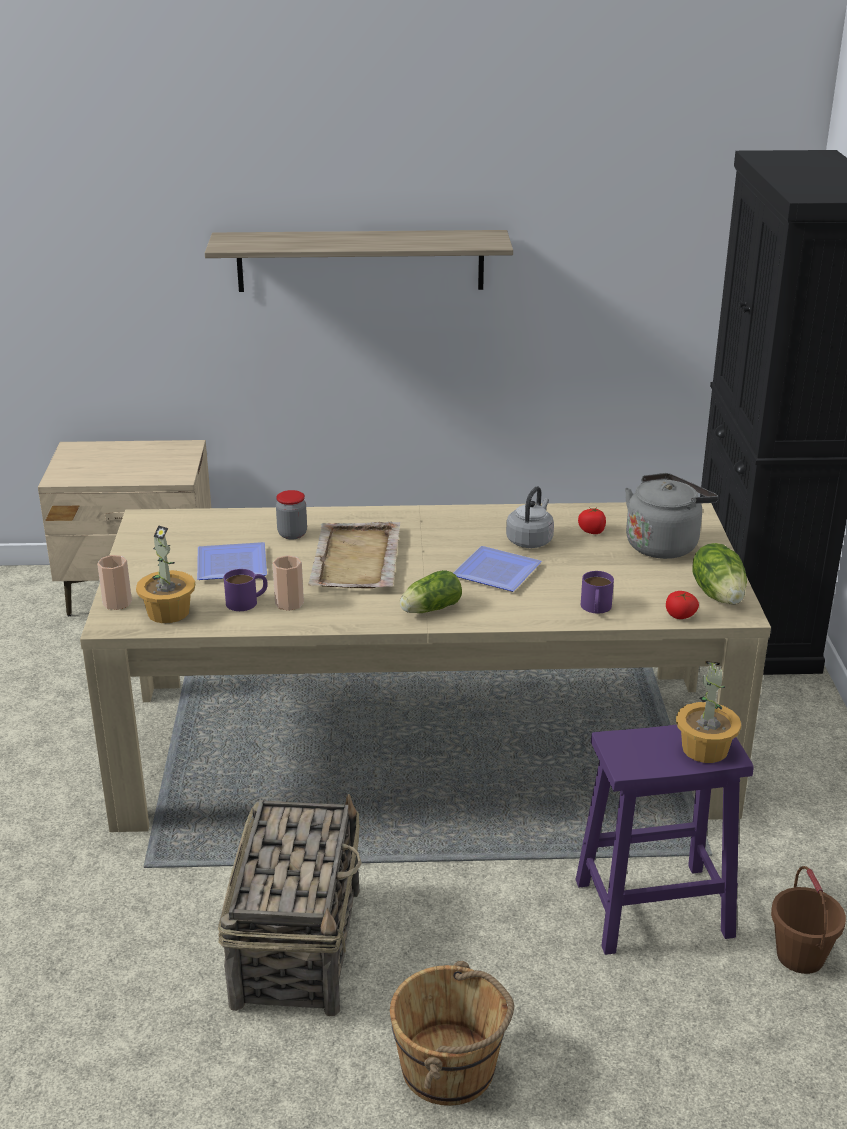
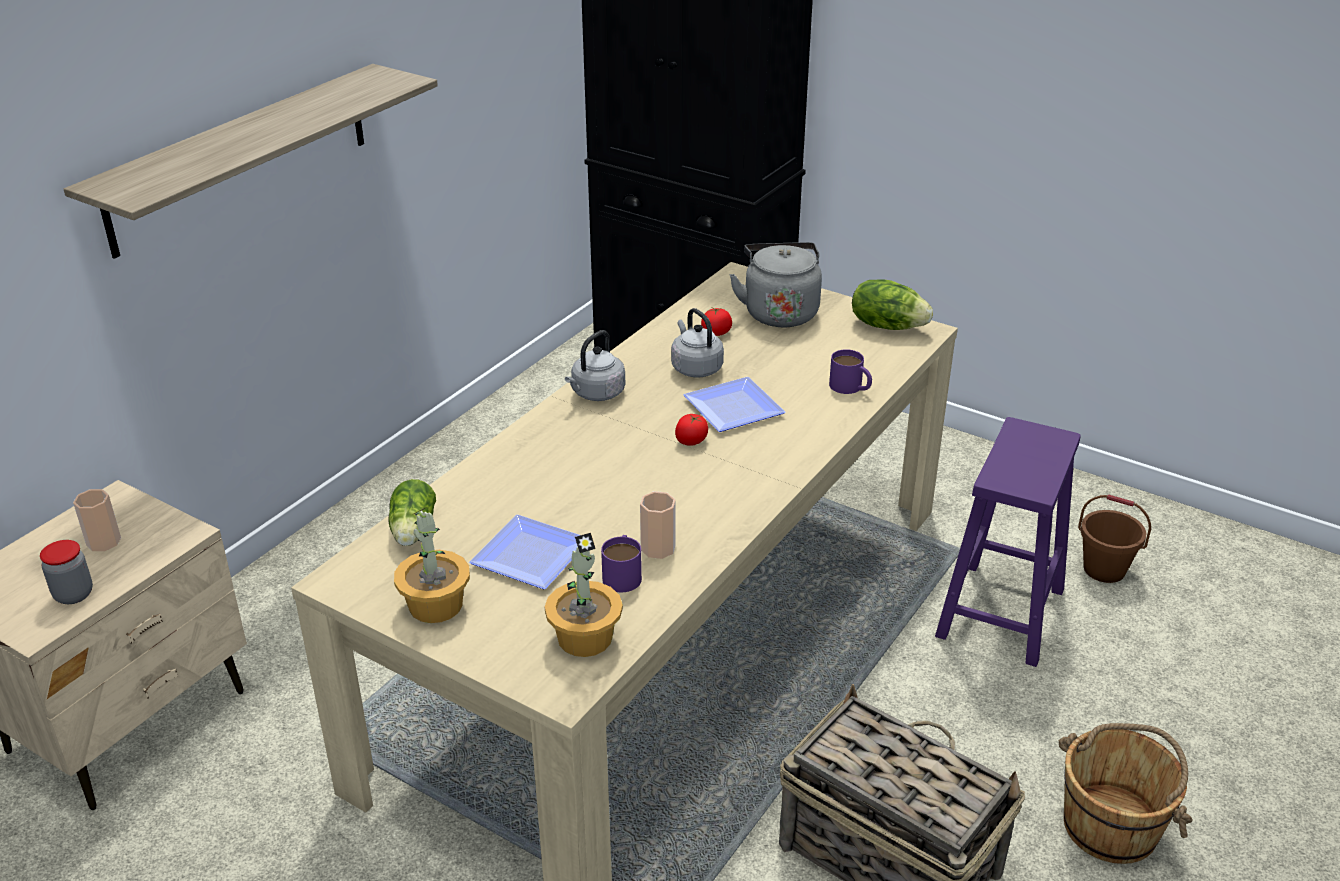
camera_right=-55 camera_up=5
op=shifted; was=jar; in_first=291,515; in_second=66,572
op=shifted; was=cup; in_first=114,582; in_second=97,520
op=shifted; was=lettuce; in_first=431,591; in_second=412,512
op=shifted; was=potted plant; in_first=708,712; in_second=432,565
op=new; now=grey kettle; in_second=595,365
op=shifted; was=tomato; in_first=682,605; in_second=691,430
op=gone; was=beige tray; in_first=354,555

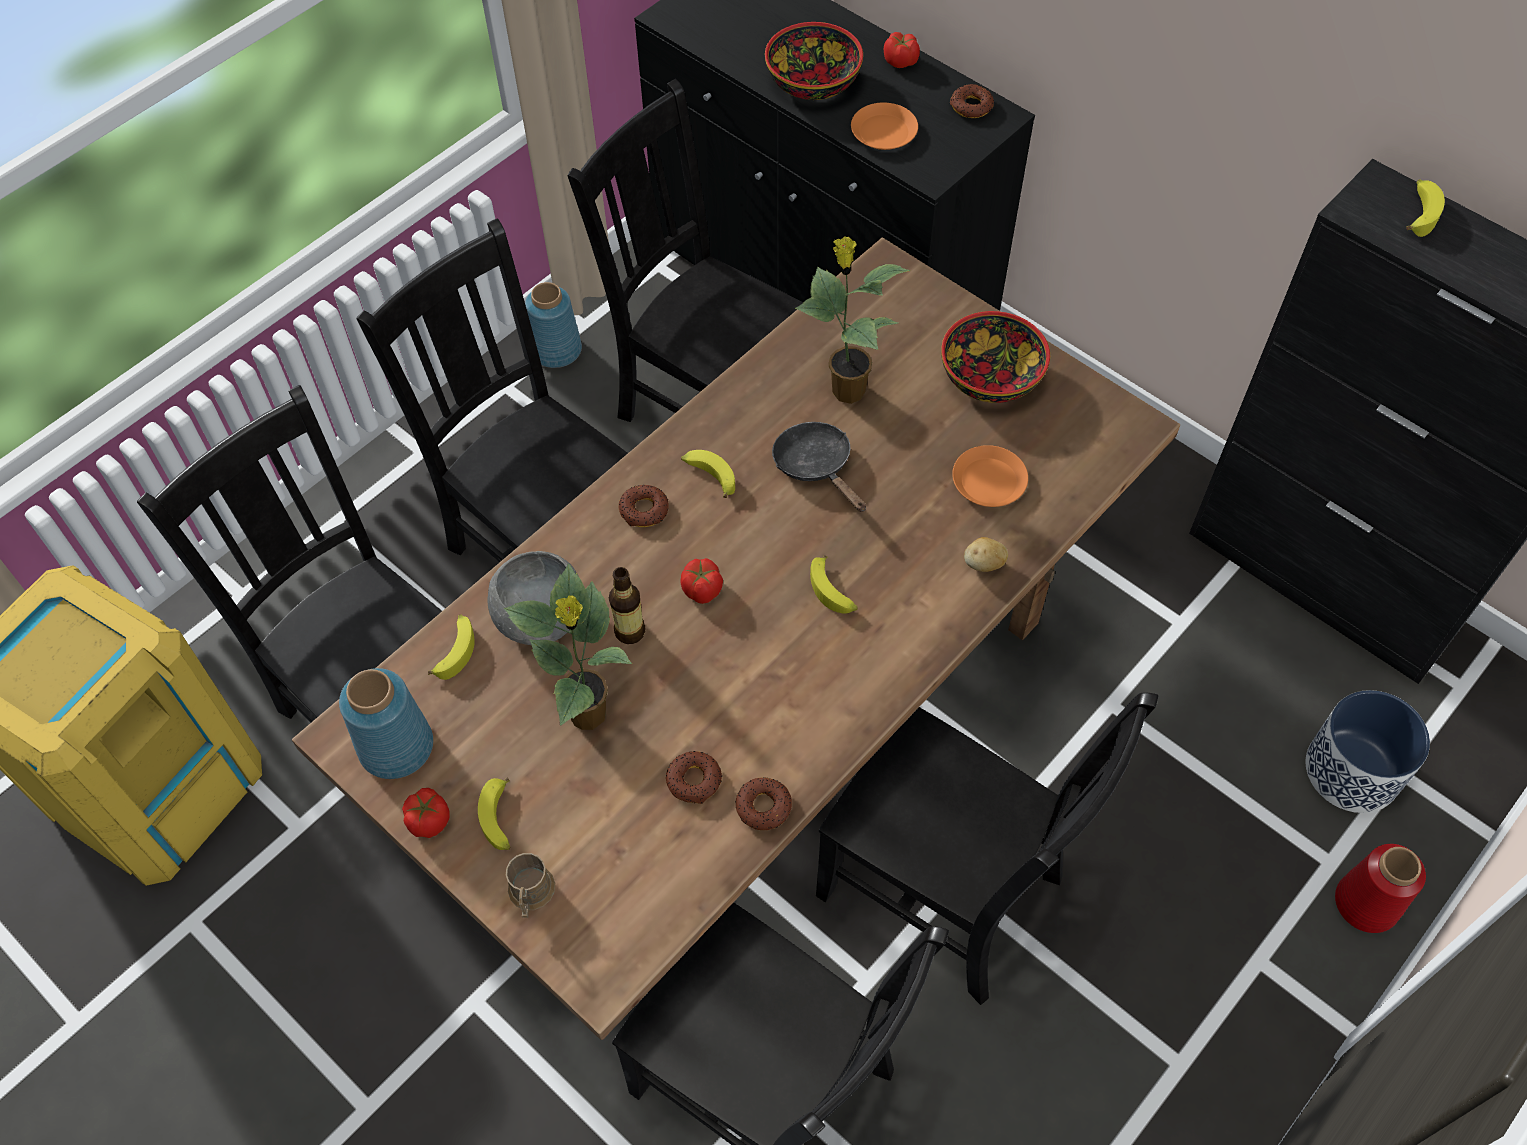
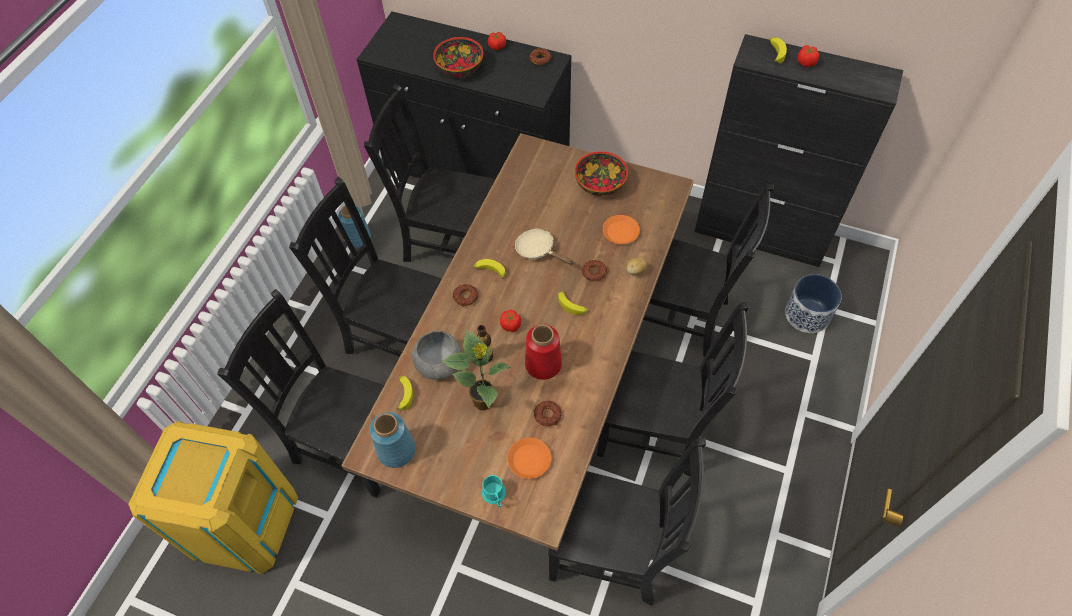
camera_right=-20 camera_up=0
op=repainted; was=brown mug; now=turquoise mug; in_first=530,885; in_second=494,491
op=shifted; was=orange plate; in_first=884,126; in_second=529,458
op=repainted; was=black frying pan; now=beige frying pan; in_first=819,467; in_second=544,247
op=shifted; was=red vase; in_first=1380,888; in_second=543,352
op=shifted; was=donut; in_first=763,803; in_second=594,270
op=new; now=black chair; in_second=708,270
op=shifted; was=tomato; in_first=426,813; in_second=808,56
op=gone; was=banana; in_first=494,814
op=gone; was=potted plant; in_first=853,320

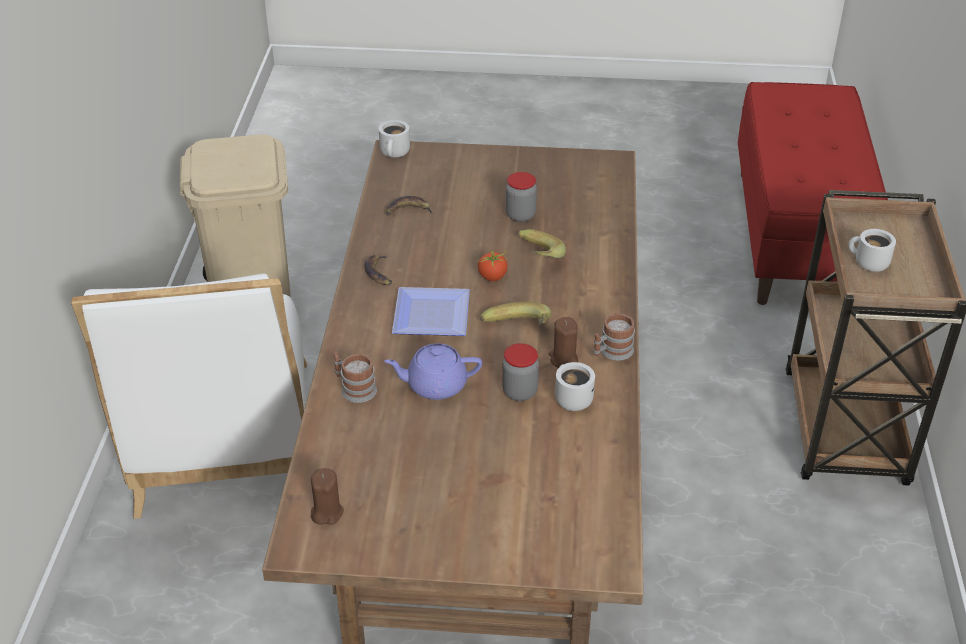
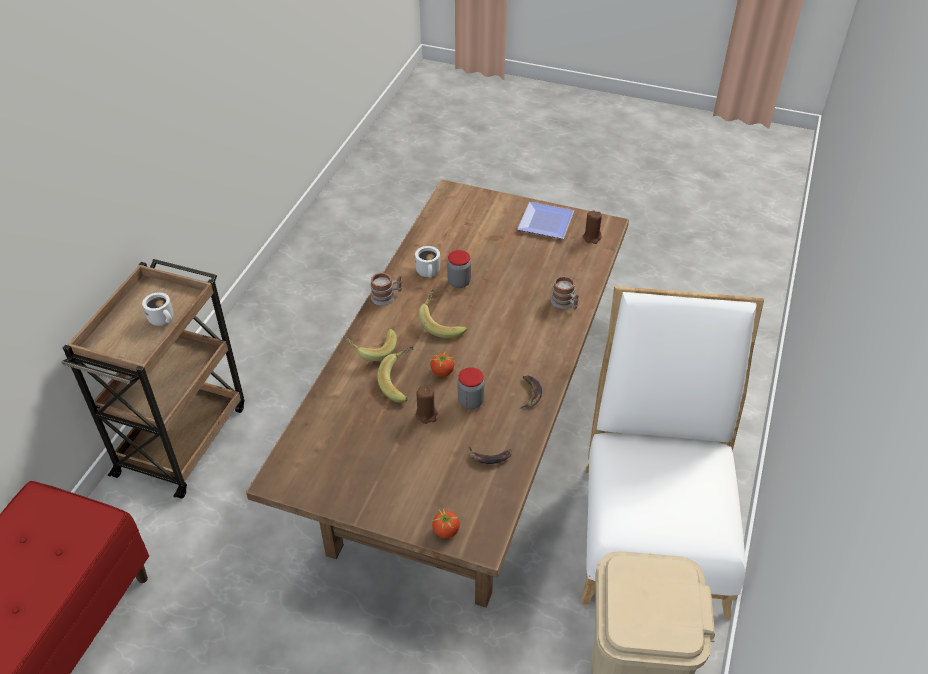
camera_right=-165 camera_up=5
op=new; now=banana; in_second=370,345
op=shifted; was=brown candle; in_first=563,342; in_second=427,405
op=new; now=tomato; in_second=446,524
op=shifted; was=jar; in_first=521,197; in_second=471,388
op=shifted; was=plate; in_first=431,311; in_second=545,220
op=gone; was=white mug; in_first=394,138
op=gone; was=purple teapot; in_first=433,371

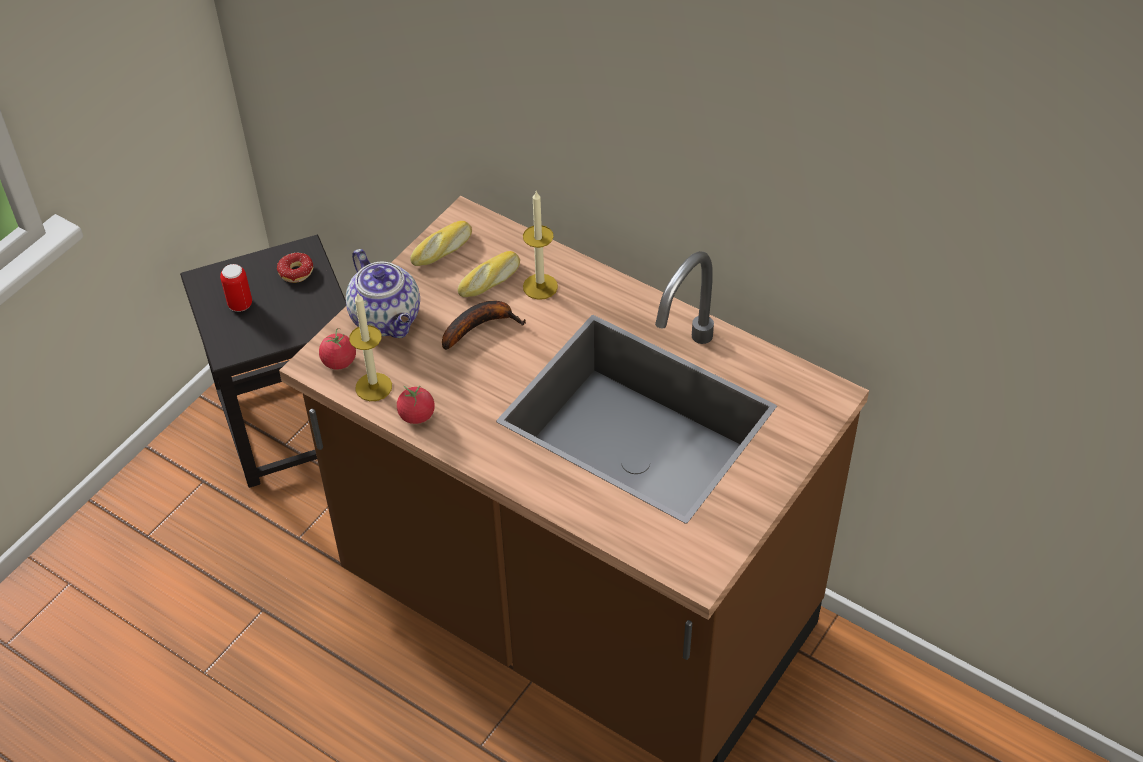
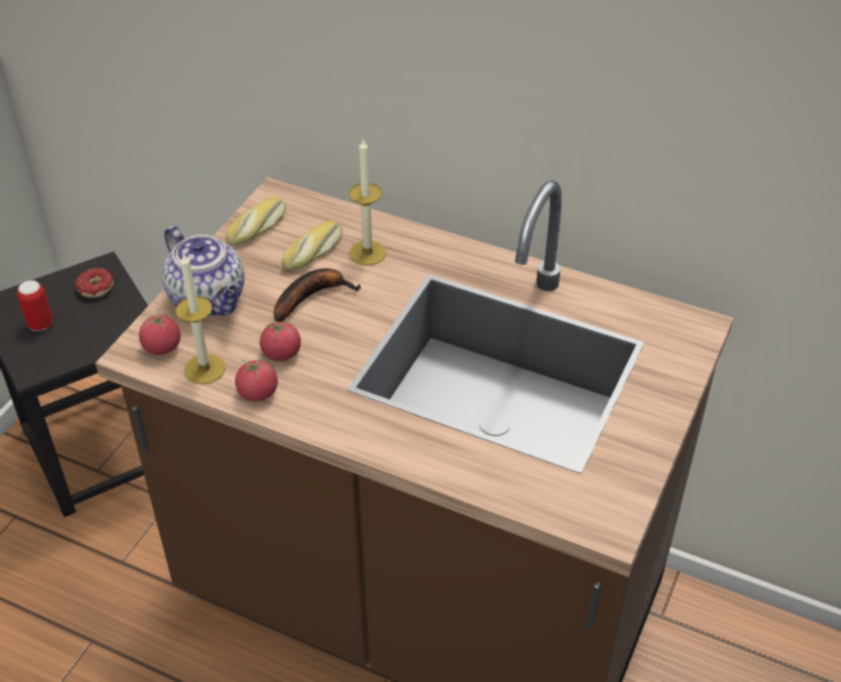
camera_right=-10 camera_up=-5
op=new; now=tomato; in_second=280,339

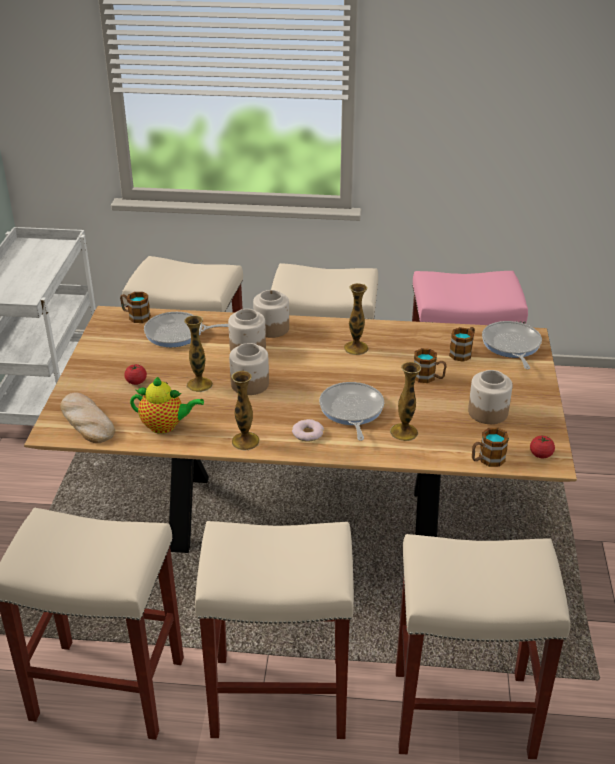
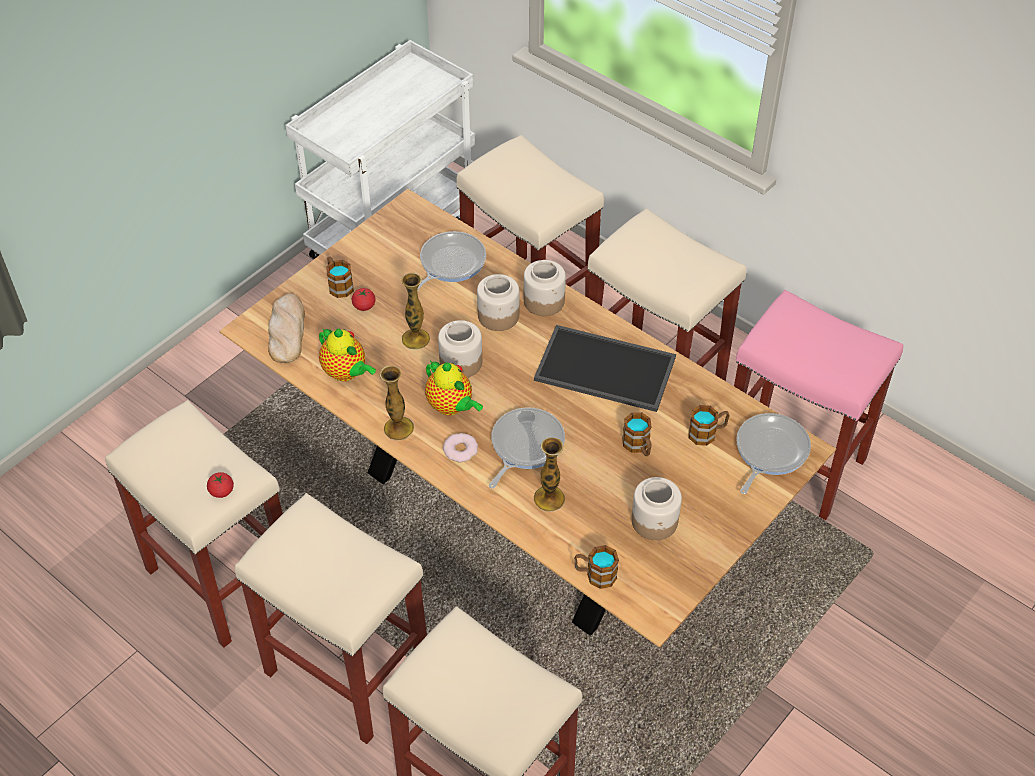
camera_right=35 camera_up=15
op=shifted; was=tomato; in_first=542,447; in_second=220,485
op=shifted; was=mug; in_first=135,307; in_second=340,277
op=rotated; was=frying pan; in_first=186,329; in_second=451,261; clockwise=90
op=new; now=teapot; in_second=454,388
op=swapped; was=vase; now=tray; in_first=356,319; in_second=605,368

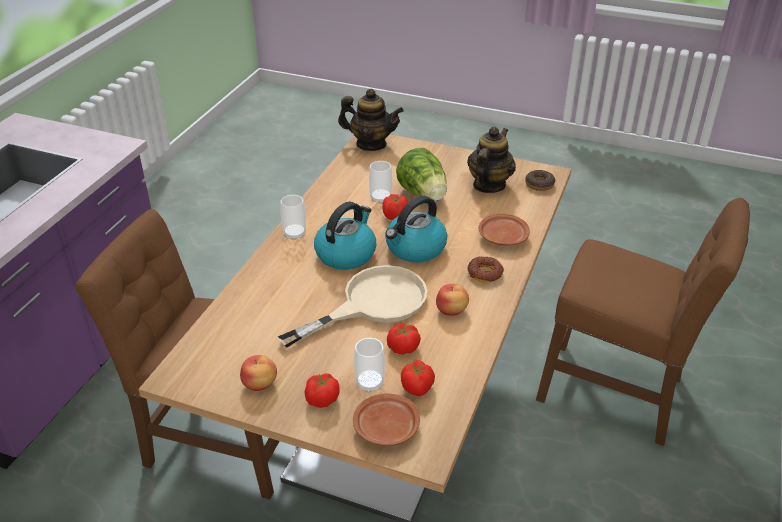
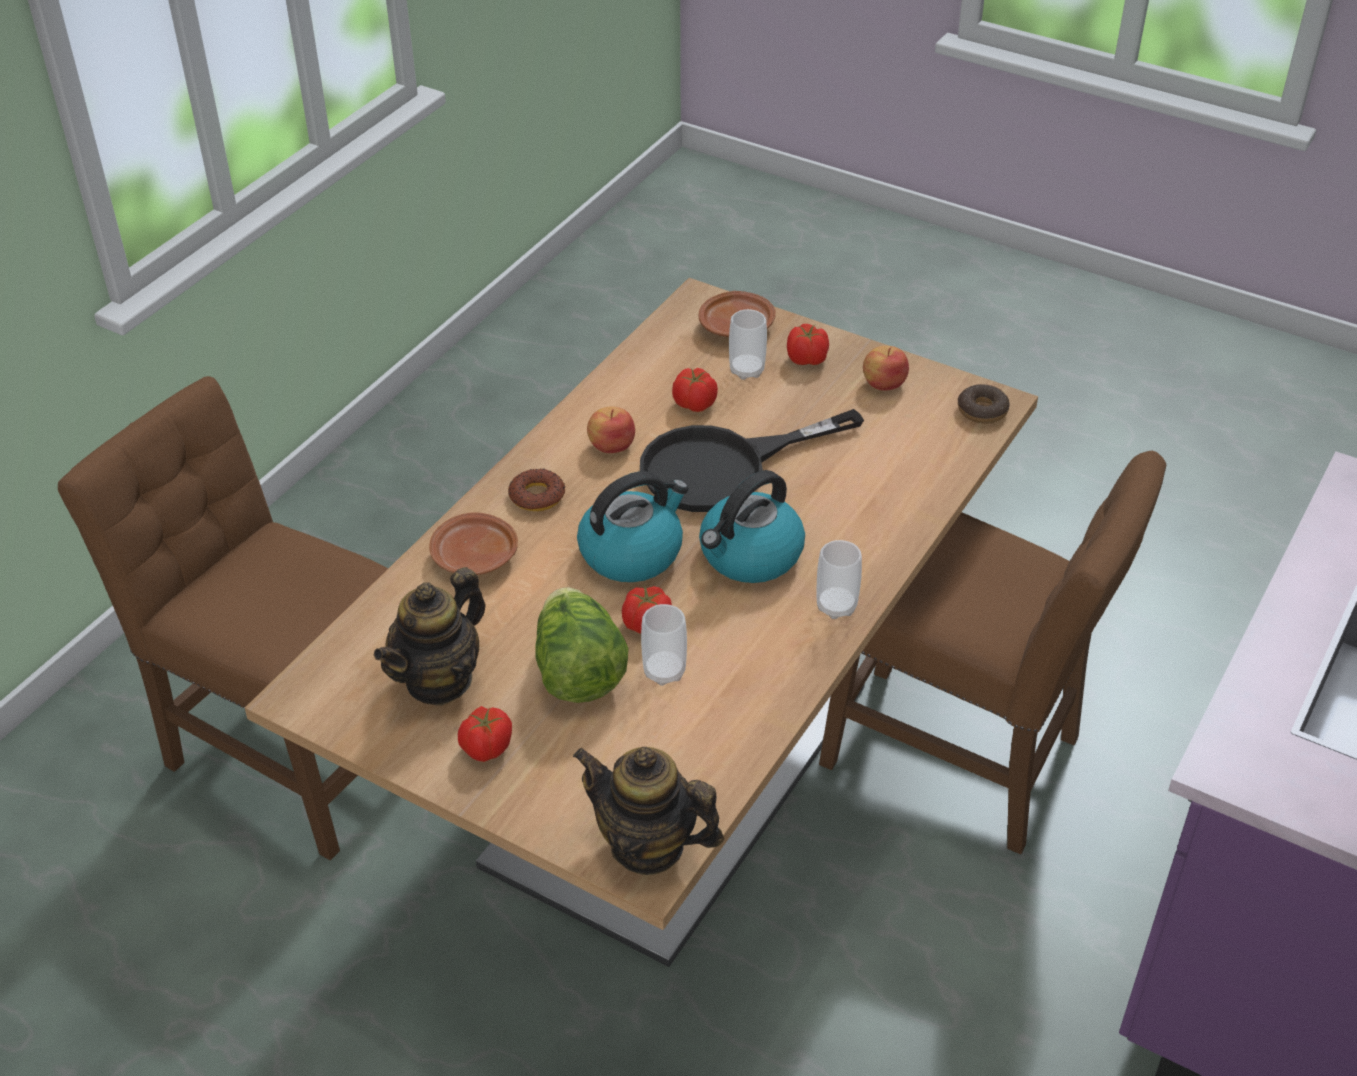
camera_right=-170 camera_up=5
op=shifted; was=tomato; in_first=418,378; in_second=485,734
op=repainted; was=beige frying pan; now=black frying pan; in_first=352,306; in_second=752,460
op=shifted; was=donut; in_first=540,180; in_second=984,404

